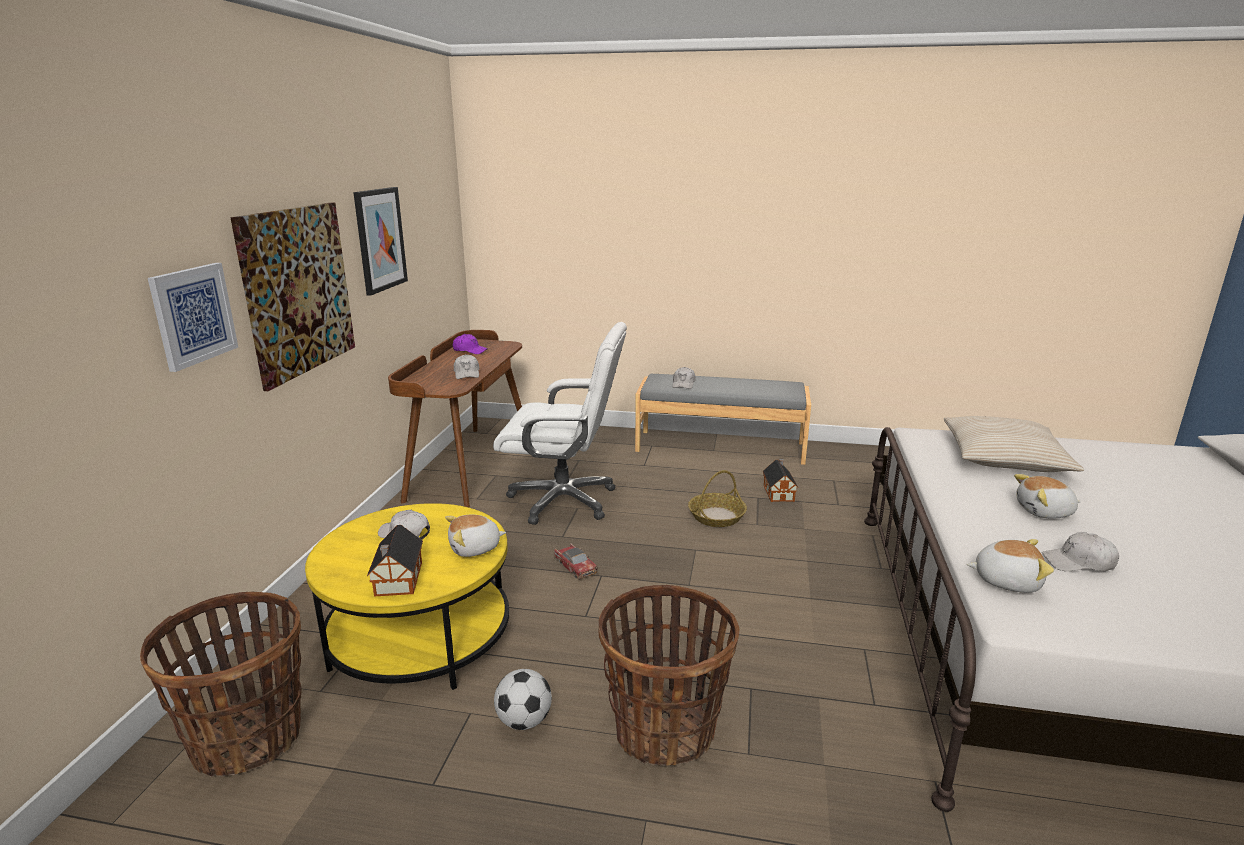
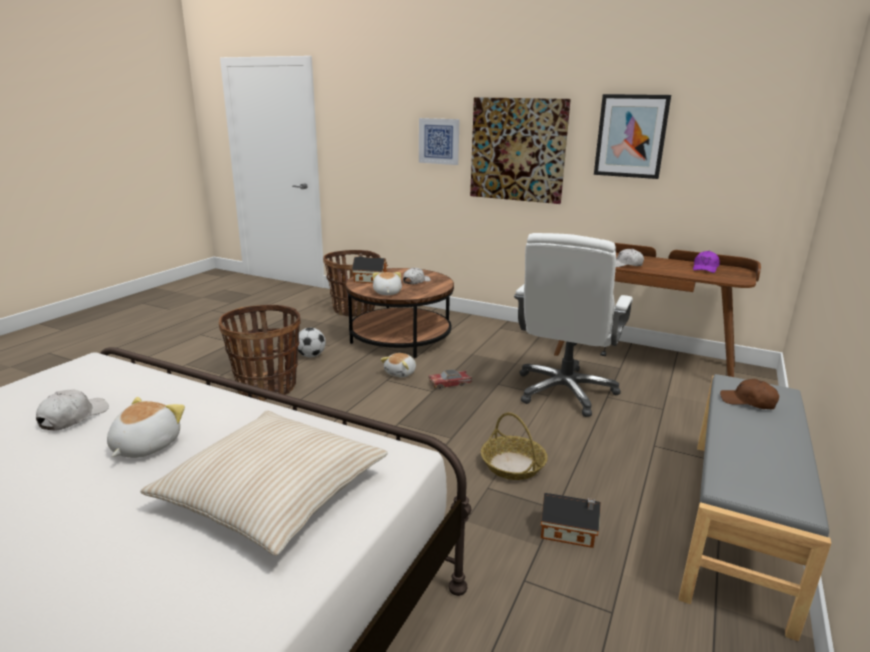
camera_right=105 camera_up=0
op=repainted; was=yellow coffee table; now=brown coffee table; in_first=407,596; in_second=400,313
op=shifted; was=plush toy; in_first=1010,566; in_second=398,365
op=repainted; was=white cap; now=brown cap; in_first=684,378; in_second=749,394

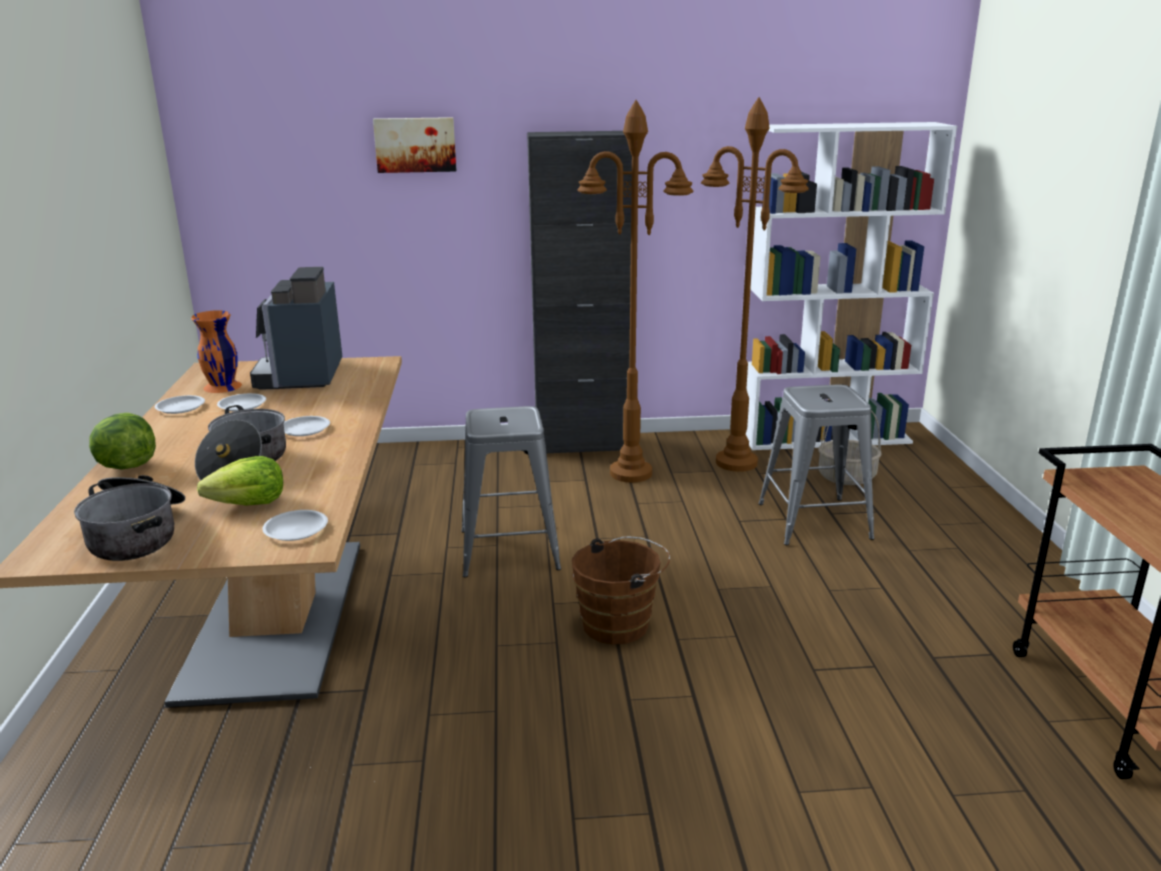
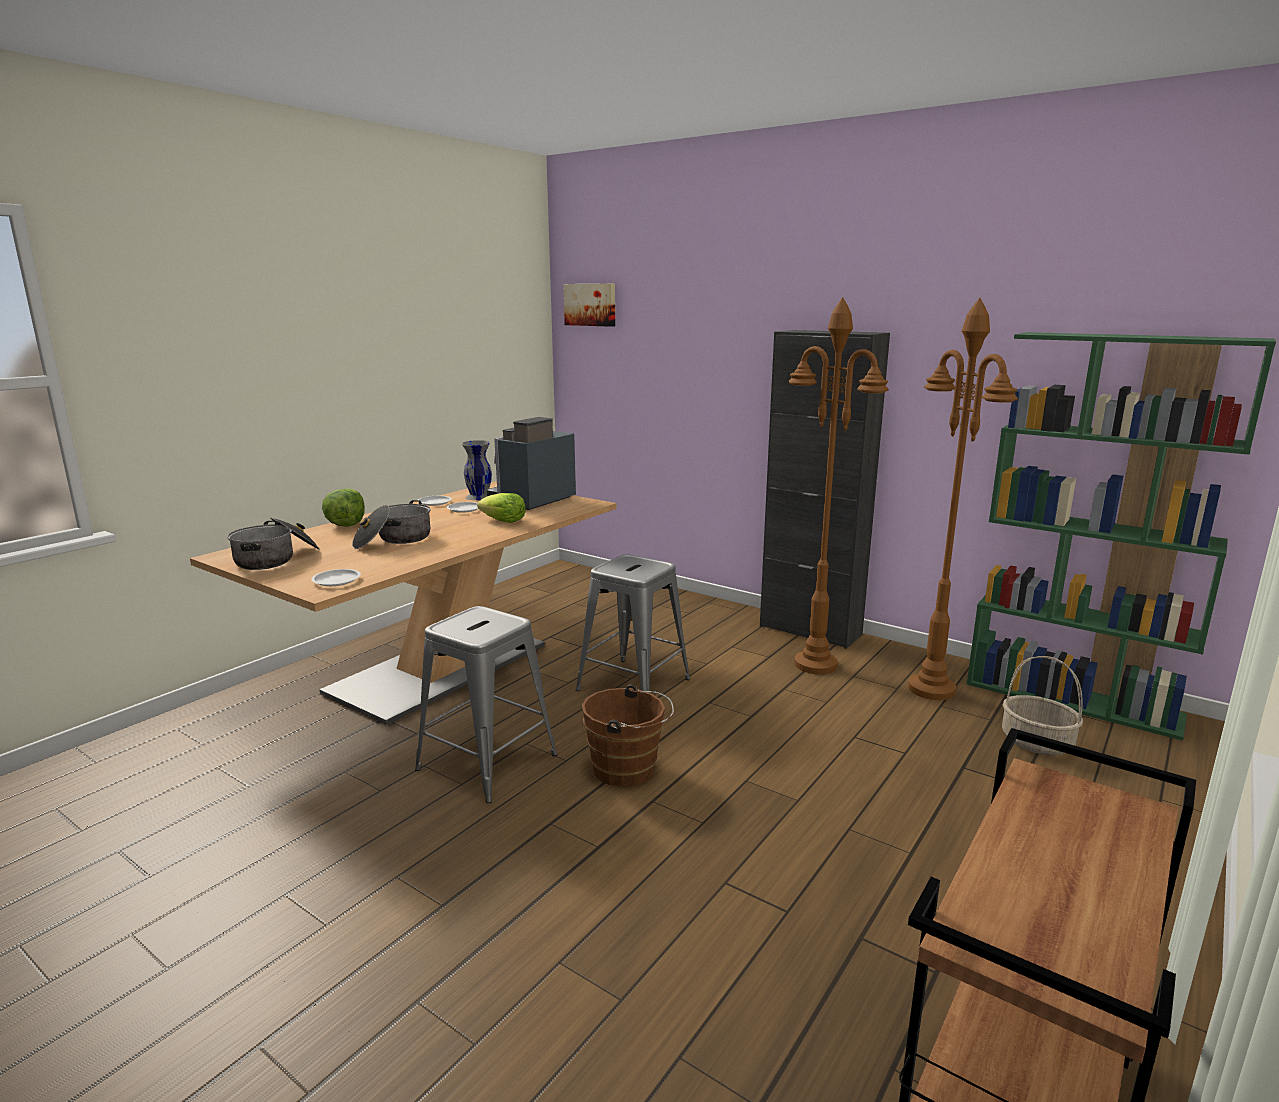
camera_right=40 camera_up=-5
op=shifted; was=grey stool; in_first=816,464; in_second=486,704
op=repainted; was=orange vase; now=grey vase; in_first=216,351; in_second=477,470
op=shifted; was=lettuce; in_first=240,481; in_second=501,508
op=shifted; was=picture; in_first=415,145; in_second=589,305
op=repainted; was=white bookcase; now=green bookcase; in_first=851,286; in_second=1121,536
op=gone; was=white plate; in_first=307,426

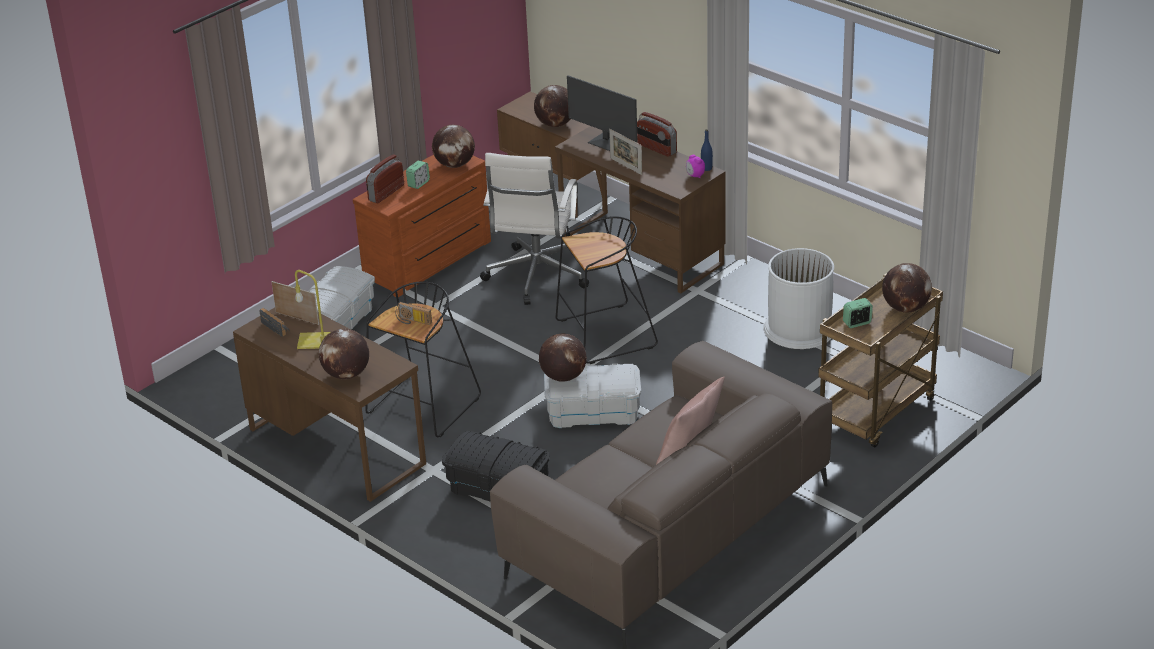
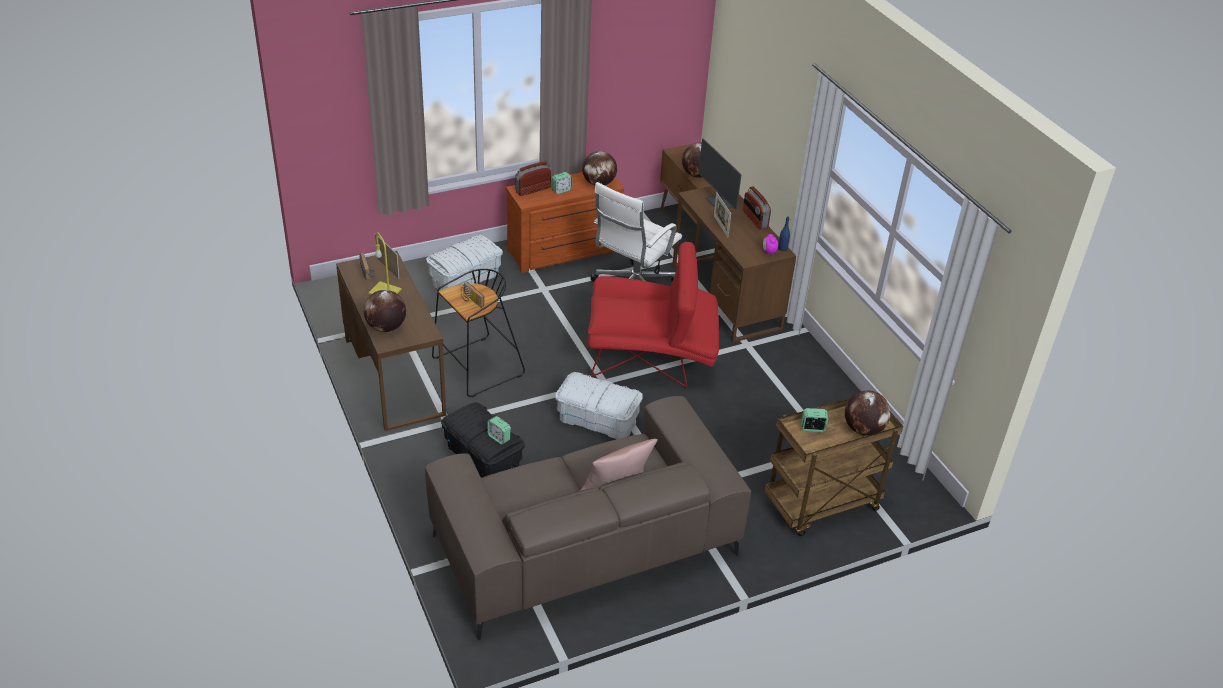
camera_right=20 camera_up=5
op=new; now=alarm clock; in_second=499,430
op=swapped; was=black stool; now=red armchair; in_first=607,290; in_second=653,315
op=gone; was=globe; in_first=563,358
op=gone; was=white trash can; in_first=799,298

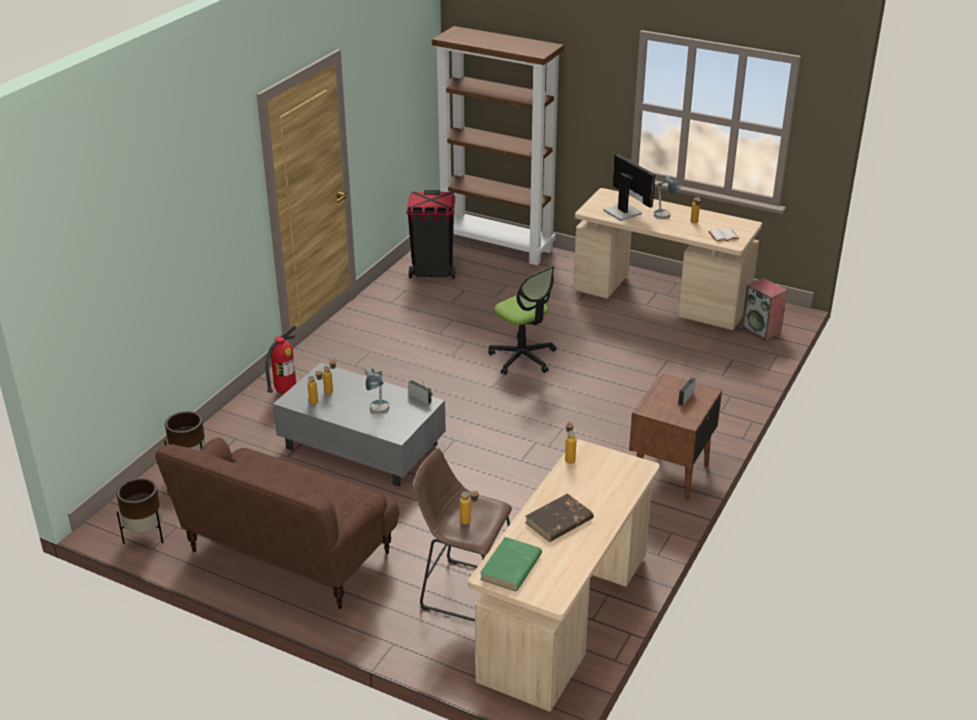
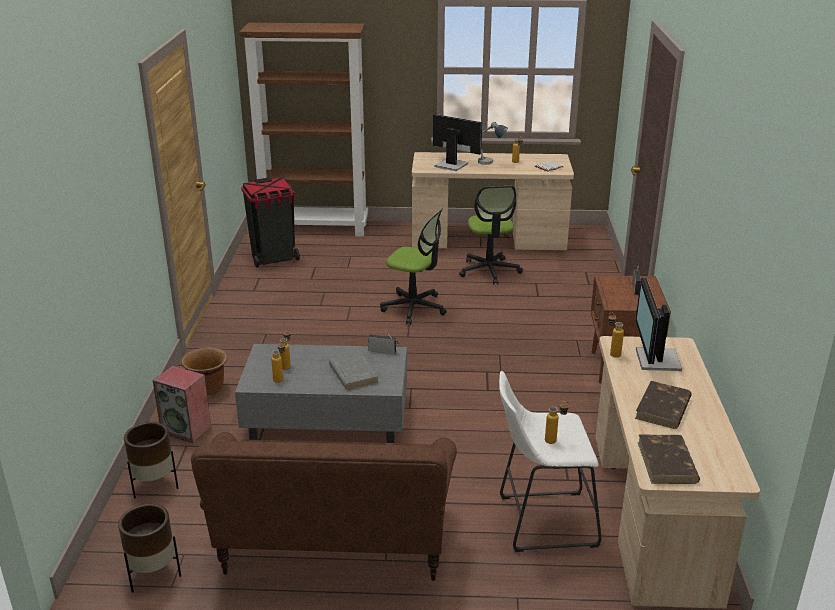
camera_right=-25 camera_up=-5
op=shifted; was=speaker; in_first=764,309; in_second=181,404
op=swapped; was=fire extinguisher; now=brown planter; in_first=280,359; in_second=204,371
op=swapped; was=table lamp; now=grey book; in_first=377,390; in_second=354,371
op=new; now=office chair; in_second=491,235
op=repainted; was=brown stool; now=white stool; in_first=462,535; in_second=550,461
op=new; now=monitor; in_second=658,324
op=repainted; was=green book; now=brown book; in_first=511,564; in_second=669,459

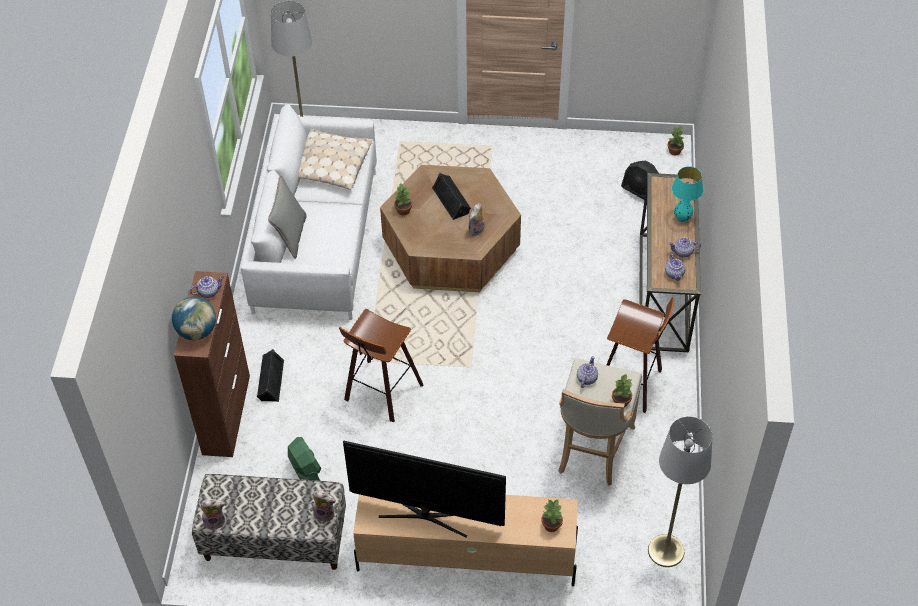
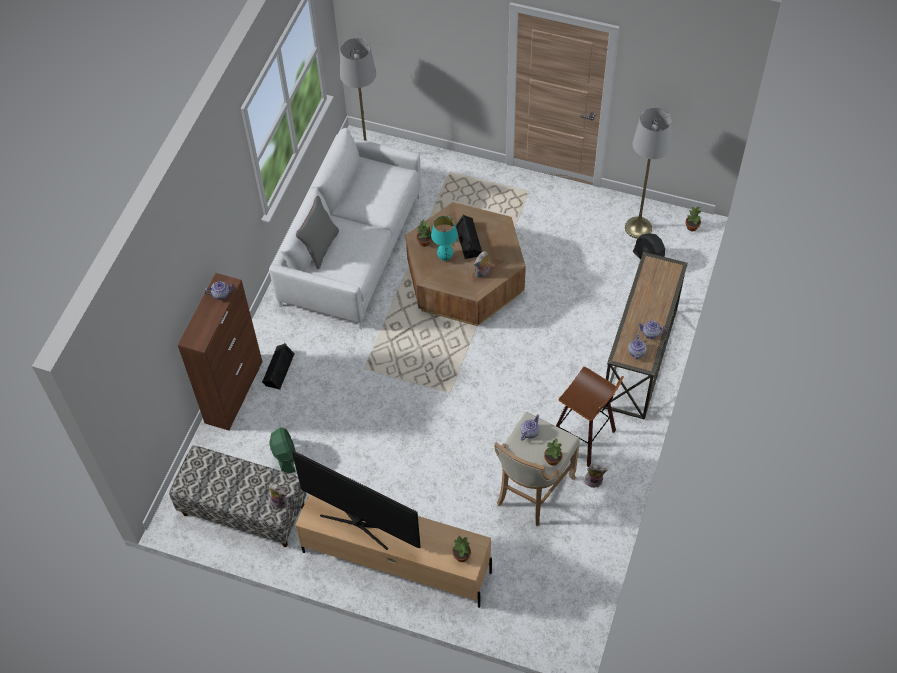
camera_right=15 camera_up=5
op=shifted; was=turquoise table lamp; in_first=687,194; in_second=444,238
op=shifted; was=plush toy; in_first=212,514; in_second=596,476
op=shifted; was=grey floor lamp; in_first=680,492; in_second=648,173
op=gone; was=globe; in_first=194,318
op=gone; was=beige pillow; in_first=335,159
op=gone; was=stool; in_first=381,366

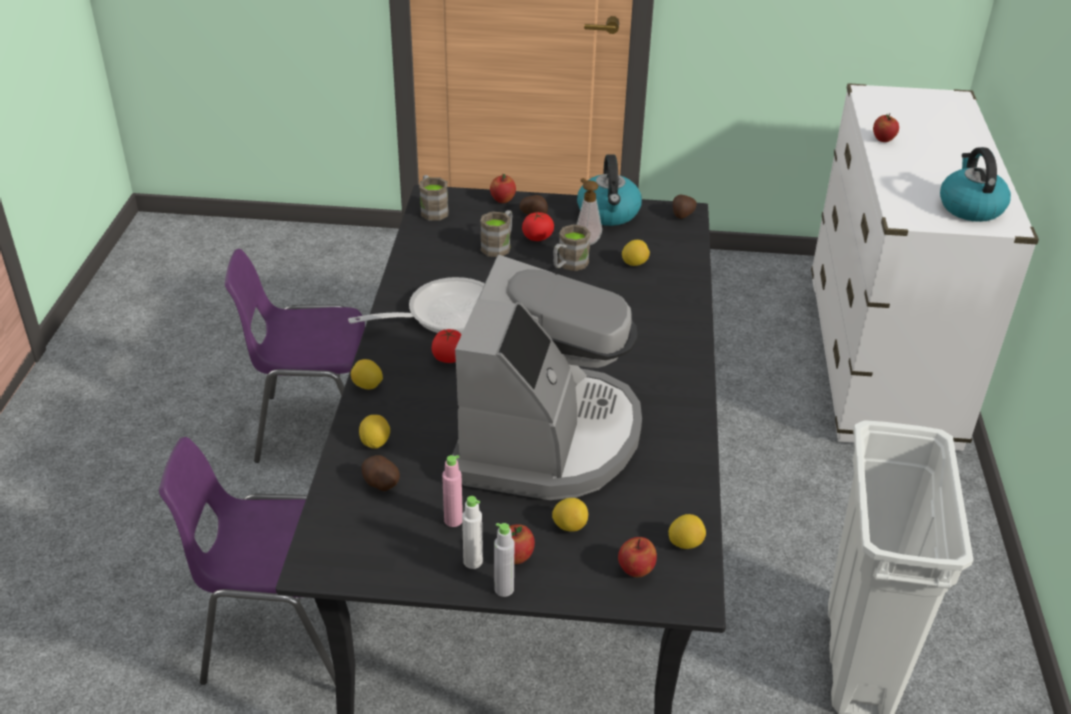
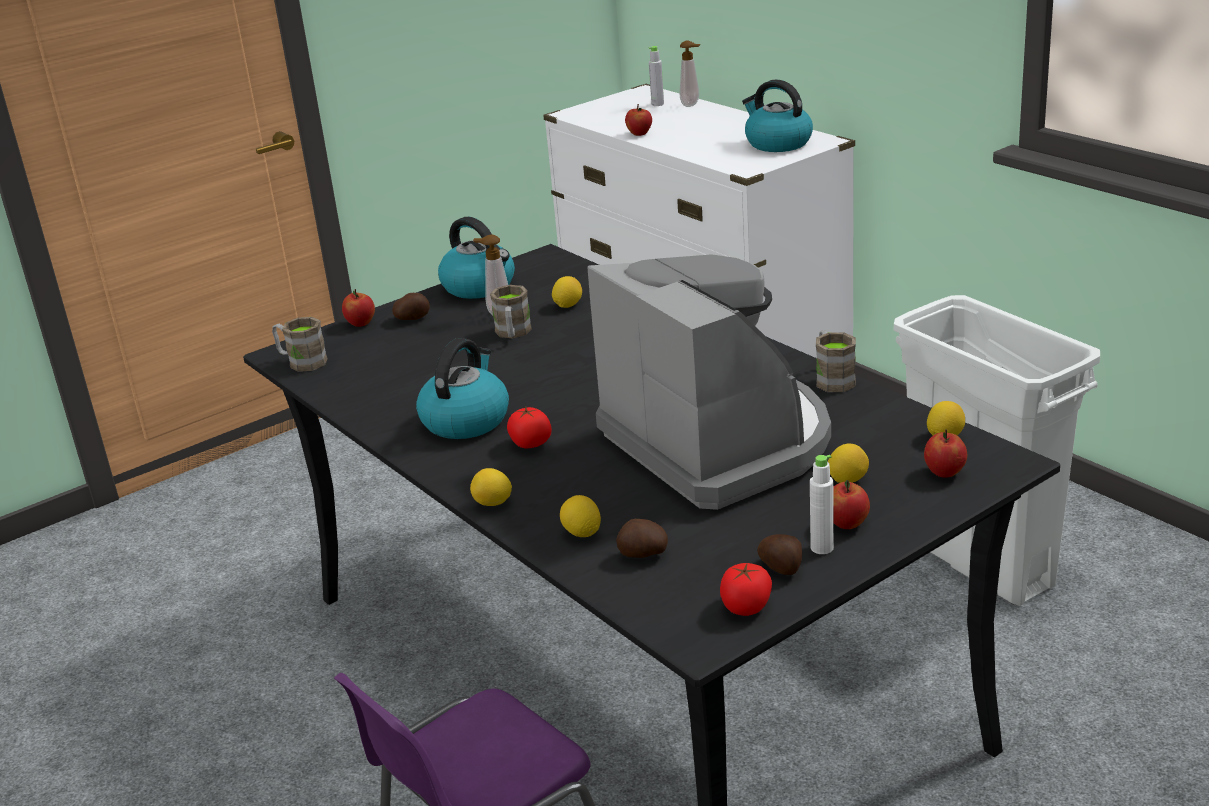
camera_right=-40 camera_up=-10
op=swapped; was=frying pan; now=kettle; in_first=416,305; in_second=462,388
op=shifted; was=grey bottle; in_first=504,560; in_second=656,76
op=new; now=soap dispenser; in_second=689,74
op=shifted; was=tomato; in_first=538,226; in_second=746,589
op=shifted; was=potato; in_first=685,207; in_second=779,554
op=shifted; was=brown mug; in_first=496,233; in_second=836,361
op=gone; was=purple chair; in_first=295,356
op=gone; was=pink bottle; in_first=452,491

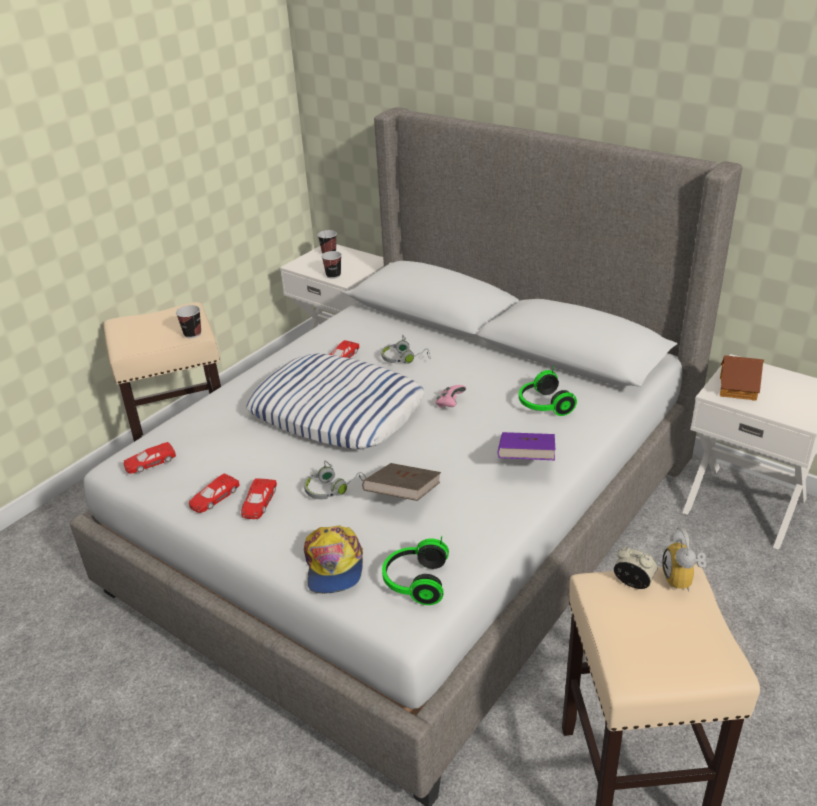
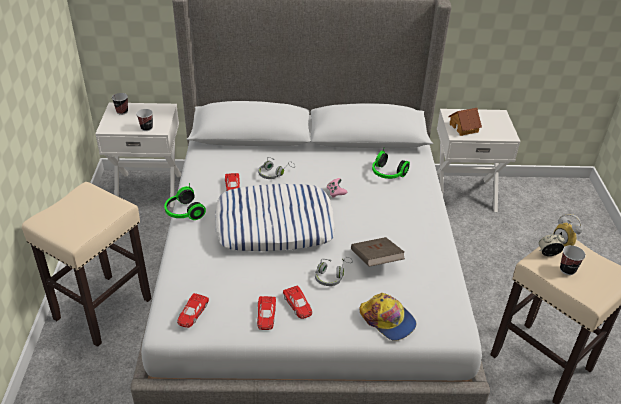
camera_right=-40 camera_up=5
op=shifted; was=headphones; in_first=415,570; in_second=185,201
op=shifted; was=cup; in_first=188,321; in_second=573,260
op=gone; was=purple book; in_first=526,446

